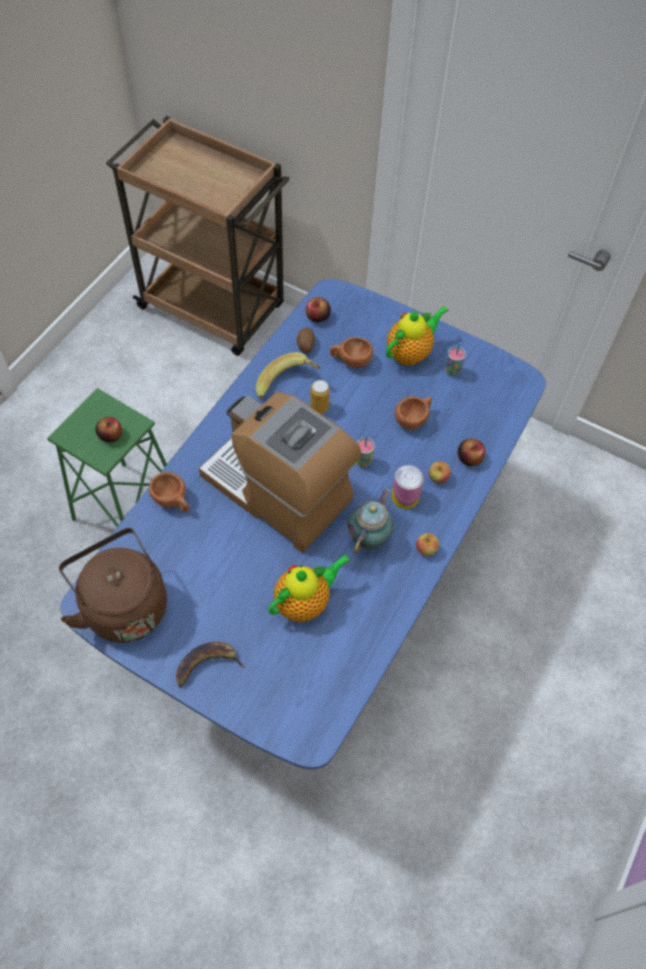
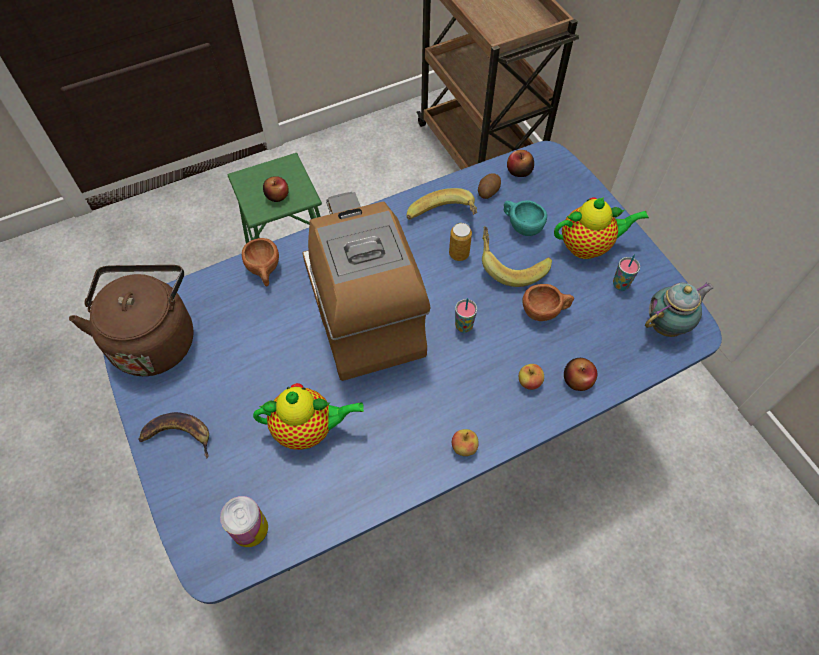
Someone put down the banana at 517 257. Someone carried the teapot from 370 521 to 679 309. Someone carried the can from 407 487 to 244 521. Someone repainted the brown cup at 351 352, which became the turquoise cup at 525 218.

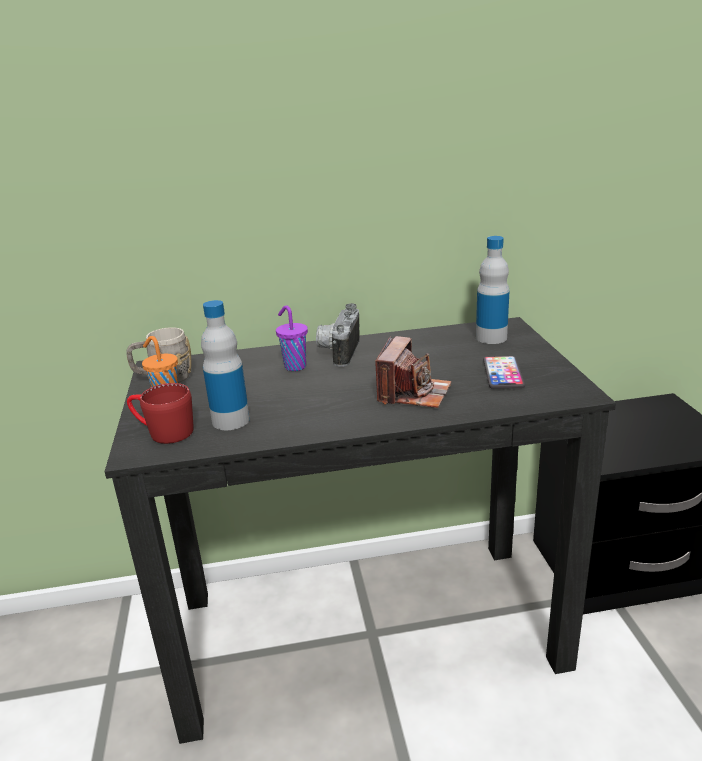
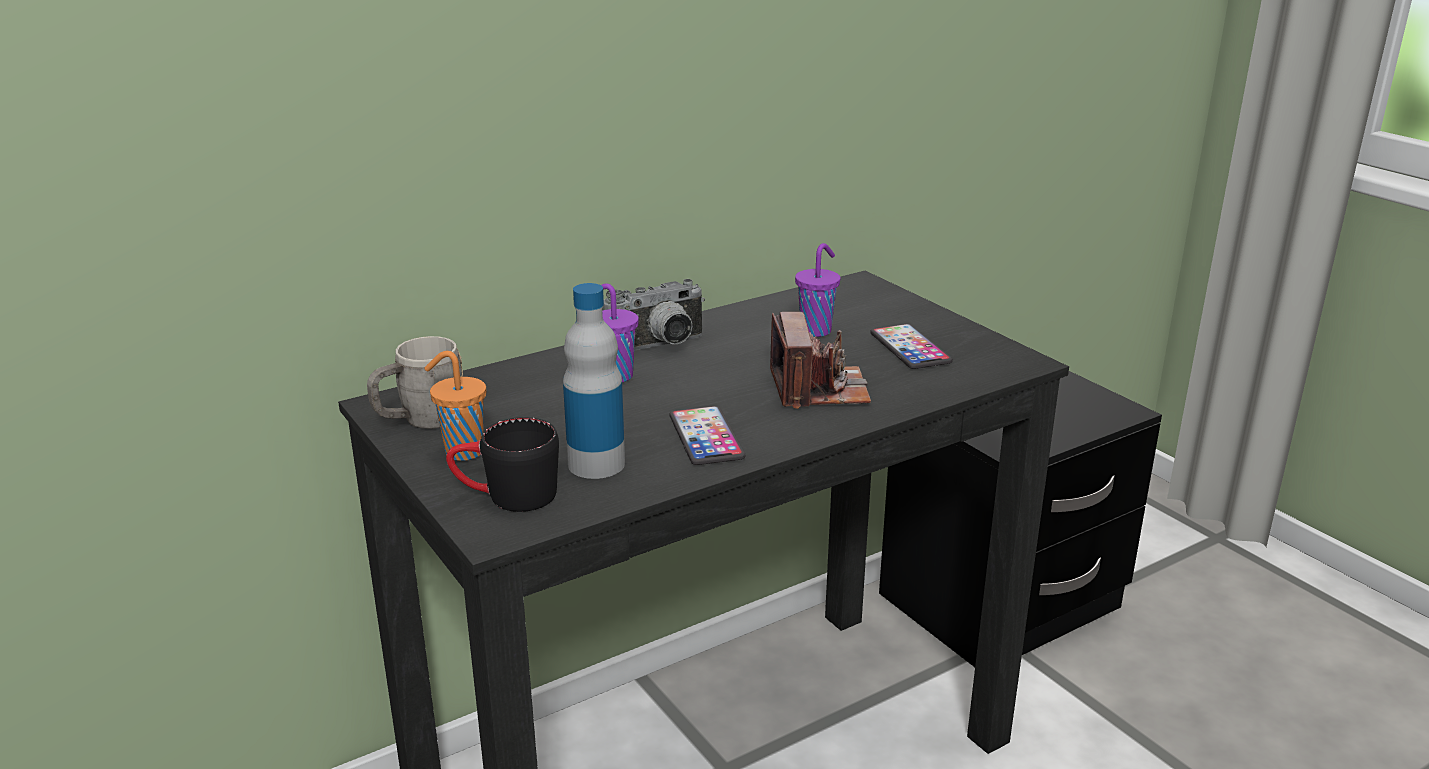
Someone took away the bottle at 493 290. Someone put down the phone at 707 435. Someone put down the purple cup at 817 290. Someone repainted the red mug at 160 413, which became the black mug at 502 464. Someone rotated the photo camera at 338 335 by 105 degrees counterclockwise.

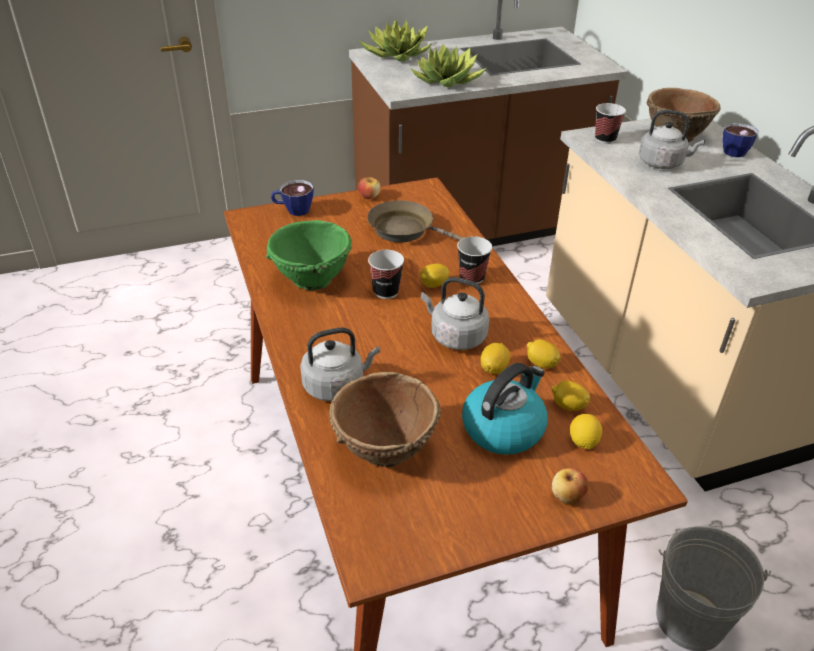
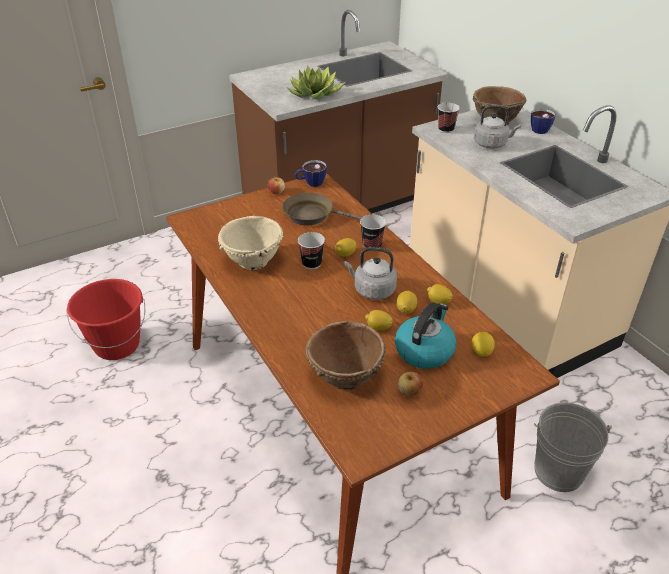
Someone took away the grey kettle at 340 364. Someone took away the potted plant at 395 40. Someone put down the red bucket at 105 319. Someone carried the cup from 292 198 to 311 173. Someone carried the lemon from 571 396 to 379 320. Someone carried the apple from 570 486 to 410 384. Someone repainted the green bowl at 309 255, which became the beige bowl at 251 243.

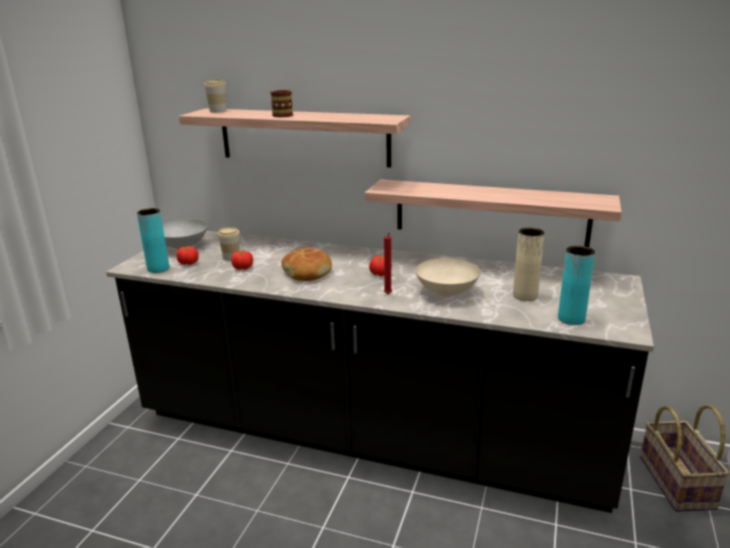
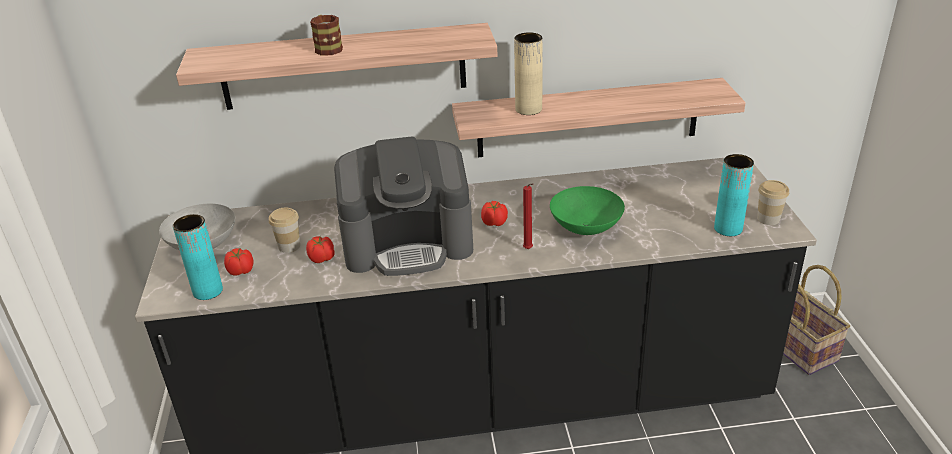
Someone carried the cup from 215 96 to 773 202. Someone carried the beige vase from 529 264 to 528 73. Someone swapped the bread at 307 264 for the coffee machine at 403 206. Someone repainted the beige bowl at 447 277, which became the green bowl at 587 210.

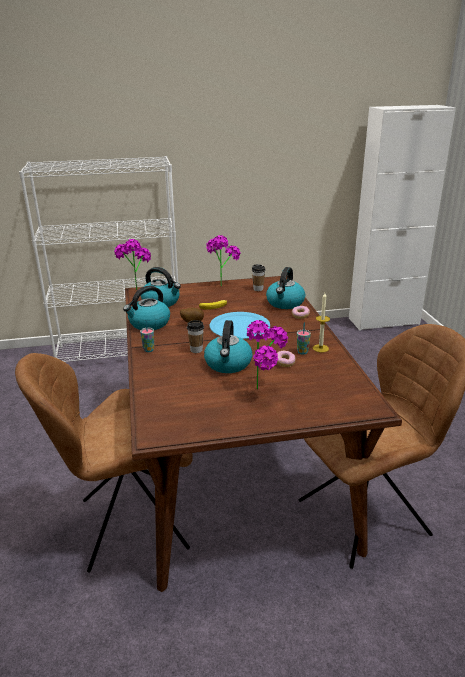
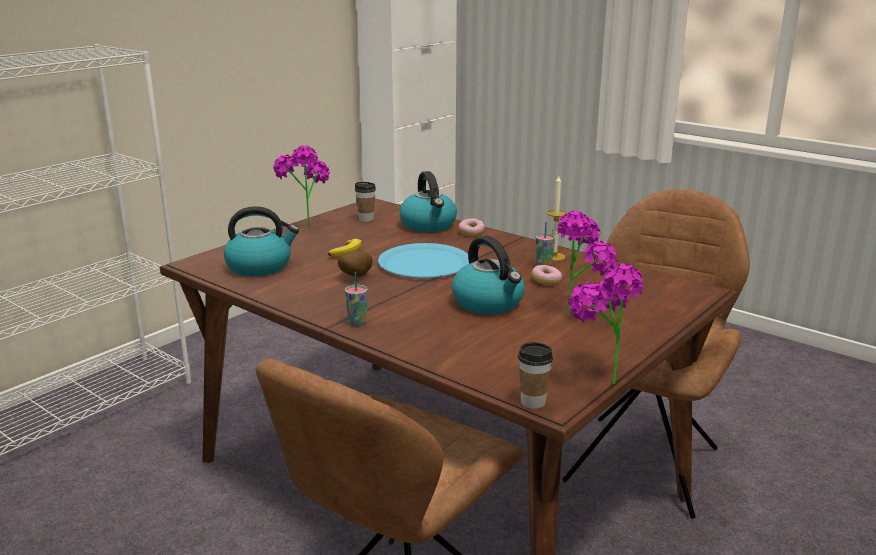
Someone took away the kettle at 146 308. Someone carried the potted plant from 132 264 to 606 323. Someone carried the cup from 195 336 to 535 375.

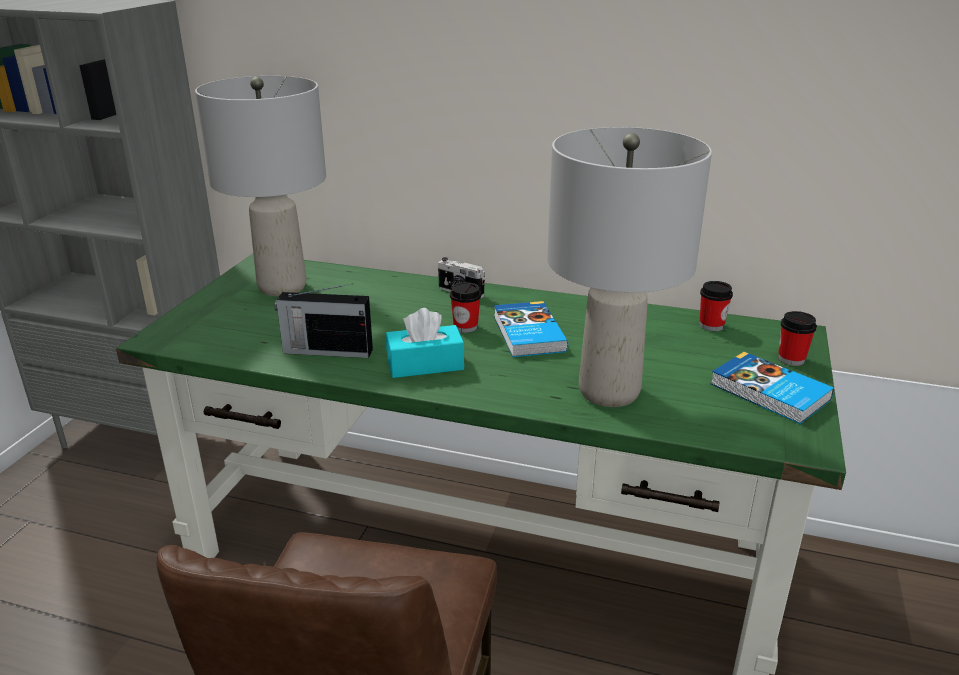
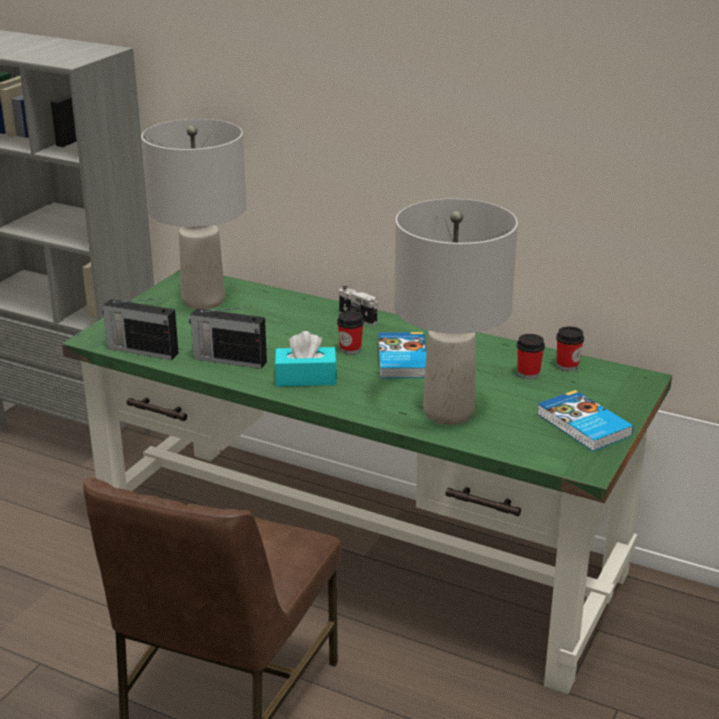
Someone put down the radio at 140 329. Someone carried the cup from 797 338 to 531 356.

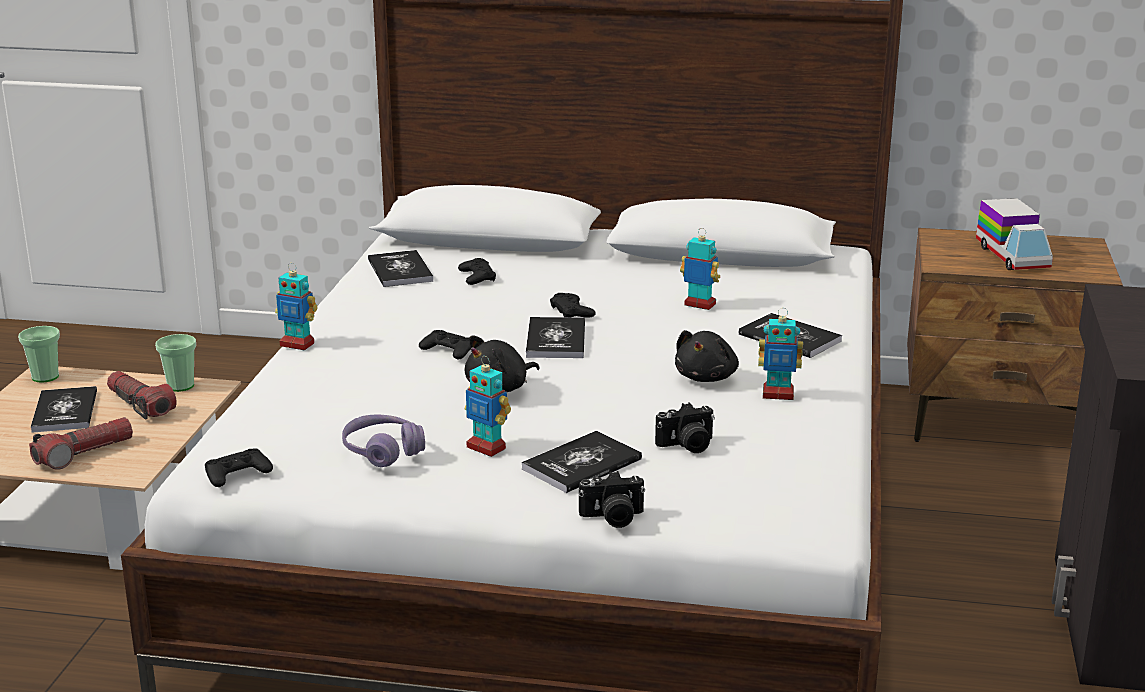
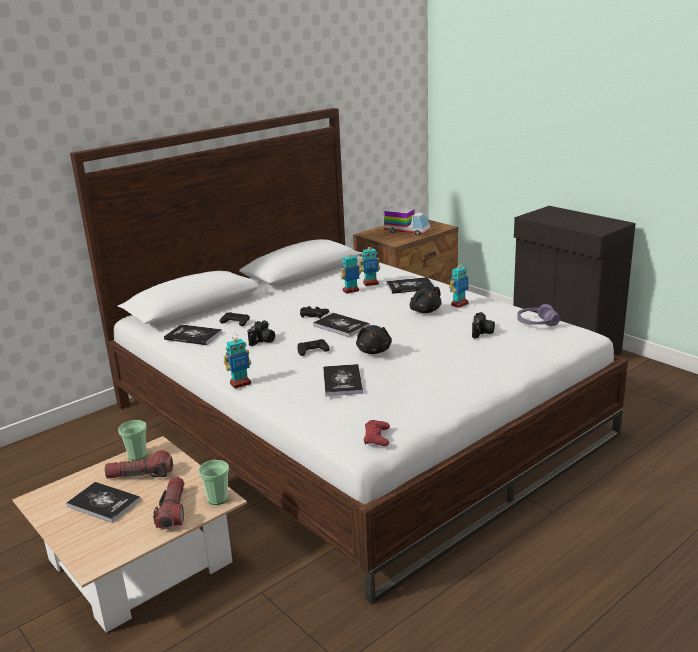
Someone carried the cup from 39 354 to 213 482. Someone carried the purple headphones from 383 441 to 538 315. Someone carried the toy robot from 487 406 to 370 264. Someone carried the book from 582 462 to 343 380. Someone carried the photo camera from 612 499 to 261 333. Someone repainted the black game controller at 239 468, which became the red game controller at 377 433.

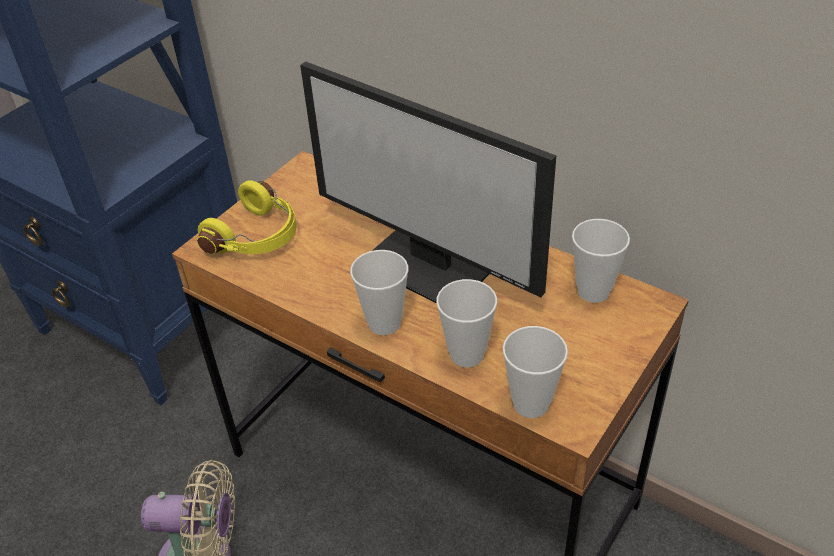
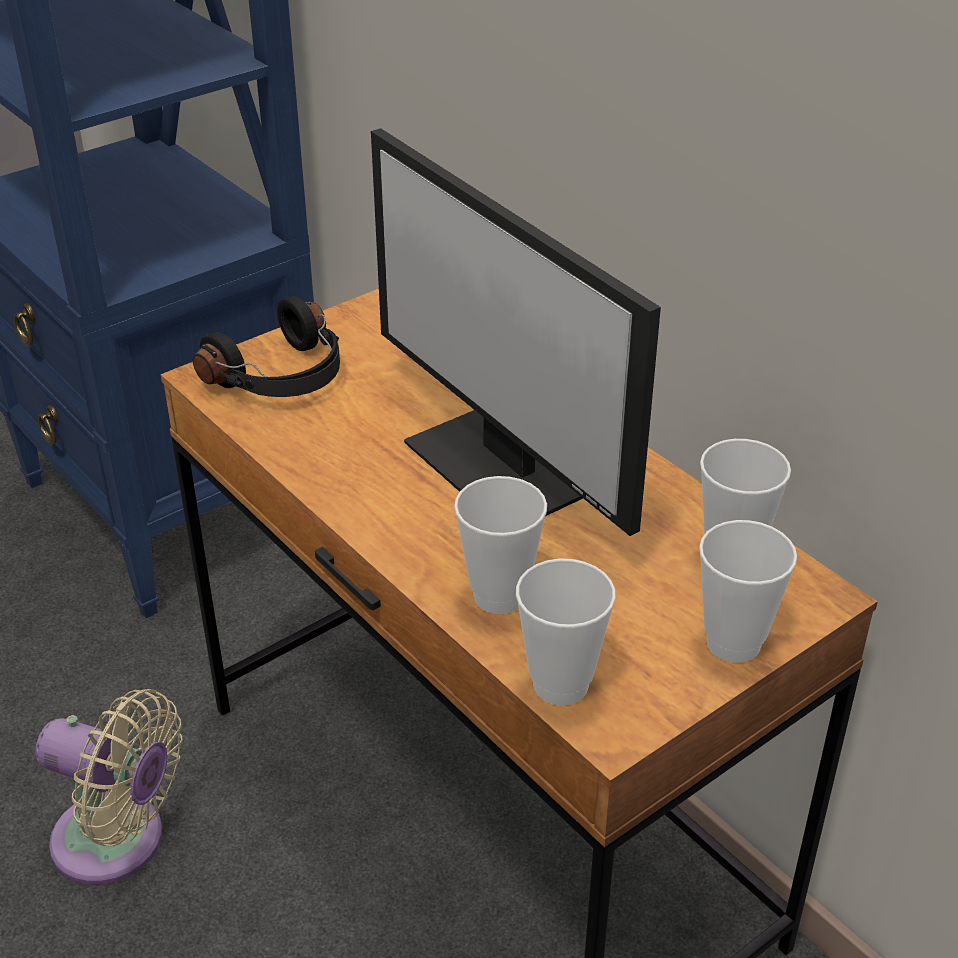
Someone carried the cup from 379 292 to 748 591. Someone repainted the yellow headphones at 246 217, which became the black headphones at 266 346.

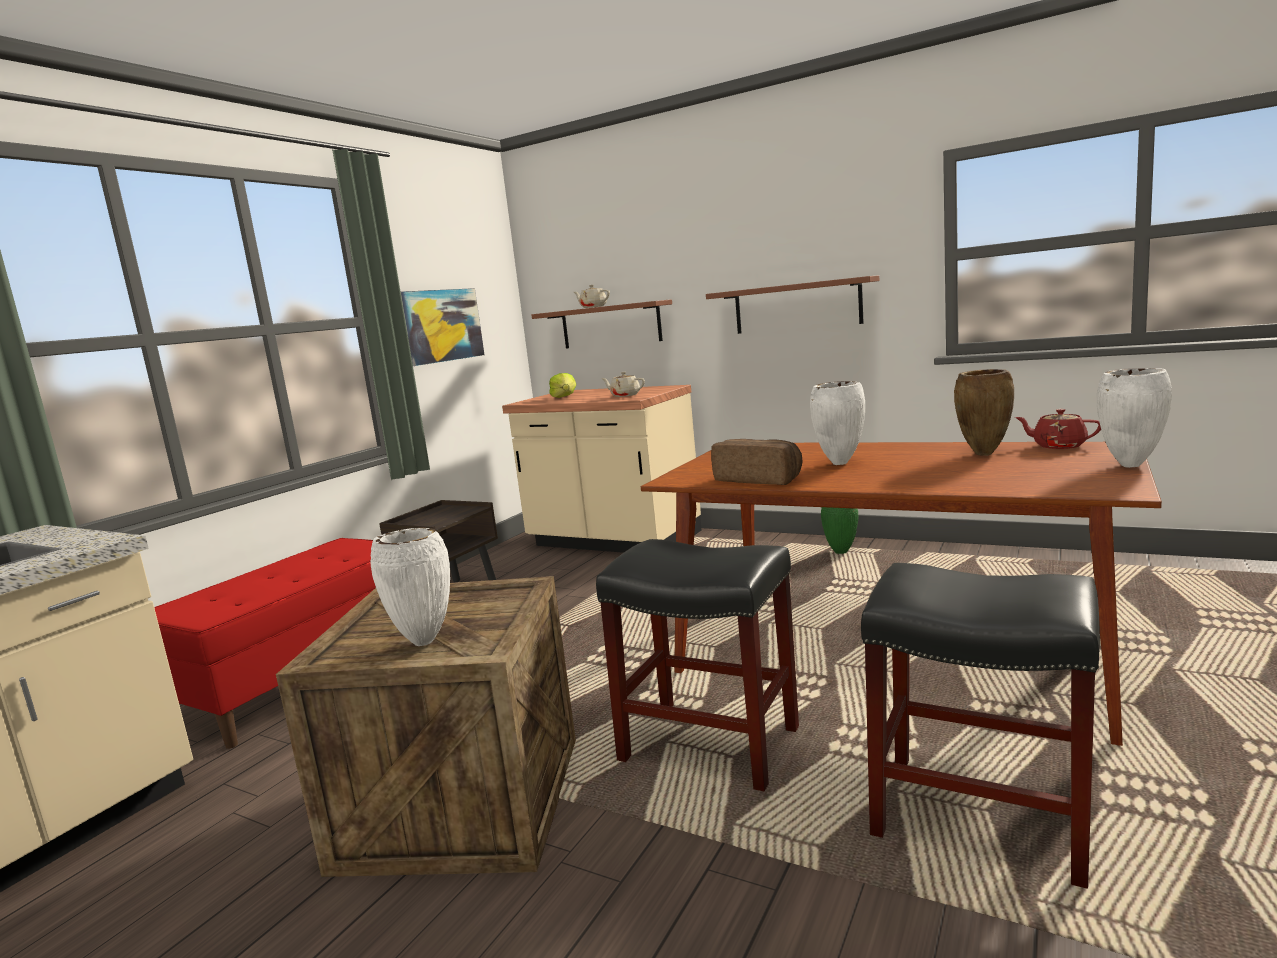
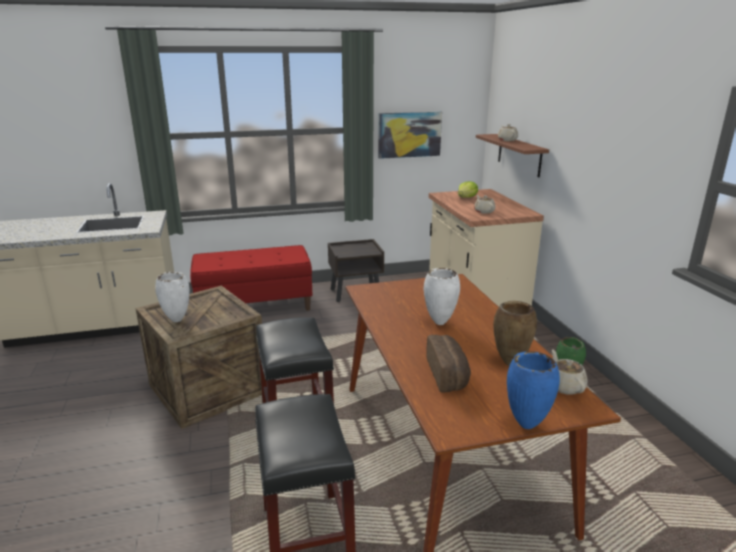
Someone took away the brown shelf at 792 304. Someone carried the bread from 756 462 to 448 364. Someone repainted the red teapot at 1058 429, which became the beige teapot at 570 372. Someone repainted the white vase at 1134 418, which became the blue vase at 533 390.

